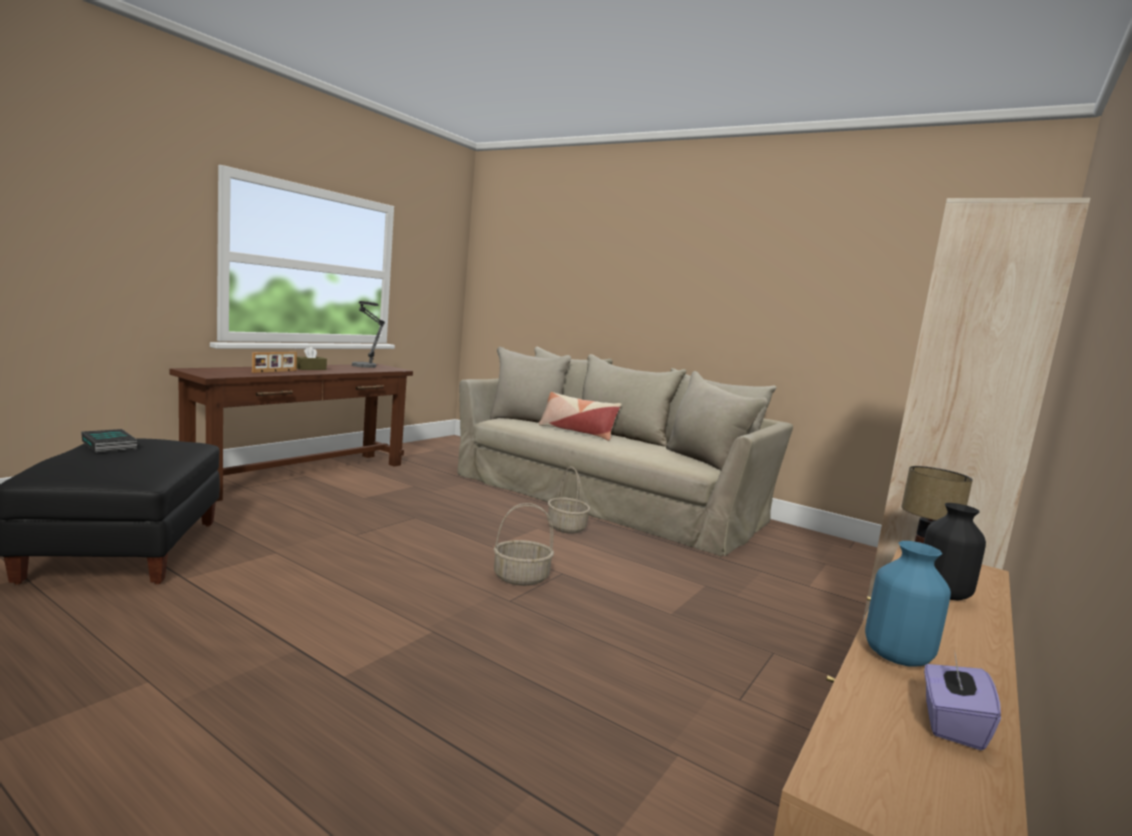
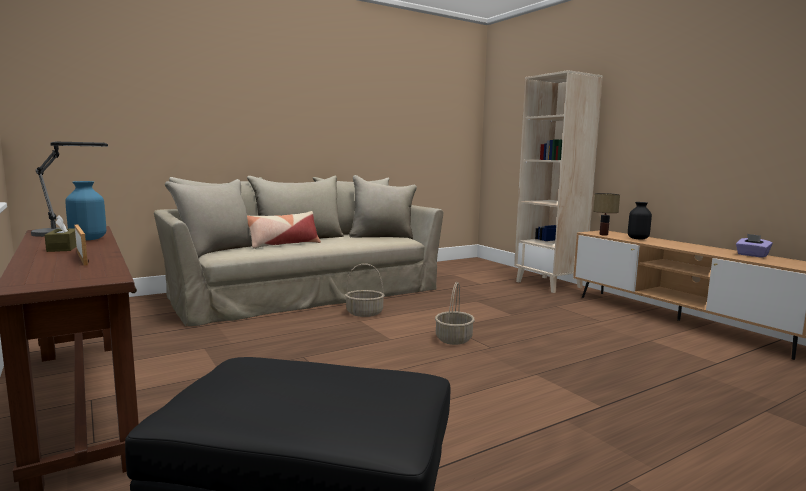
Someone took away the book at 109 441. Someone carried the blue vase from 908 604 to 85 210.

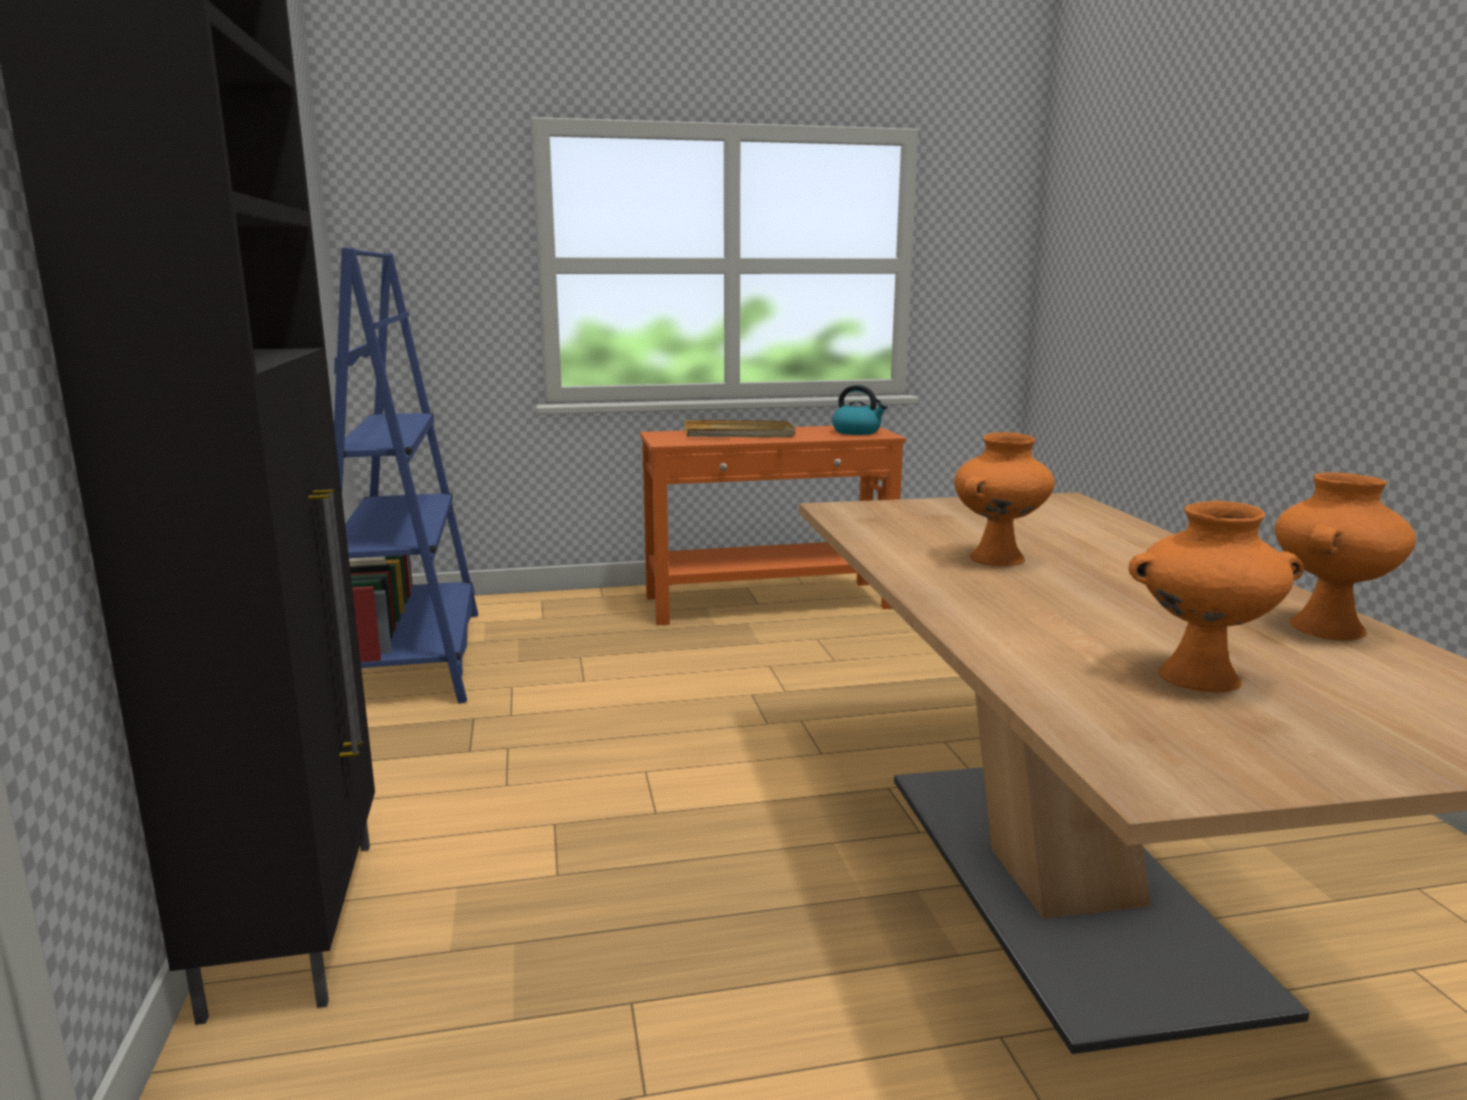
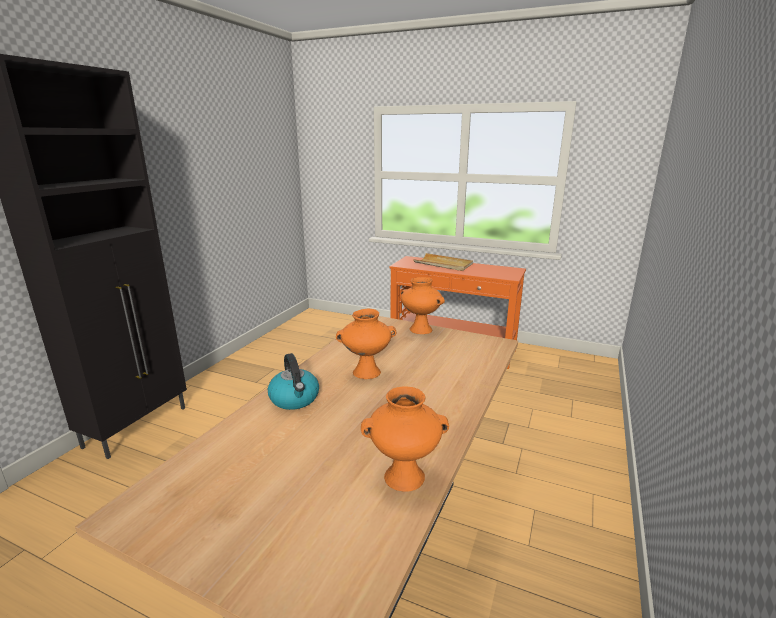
Someone took away the blue bookcase at 406 475. Someone carried the kettle from 860 410 to 293 381. Someone carried the orange vase from 1216 596 to 423 305.

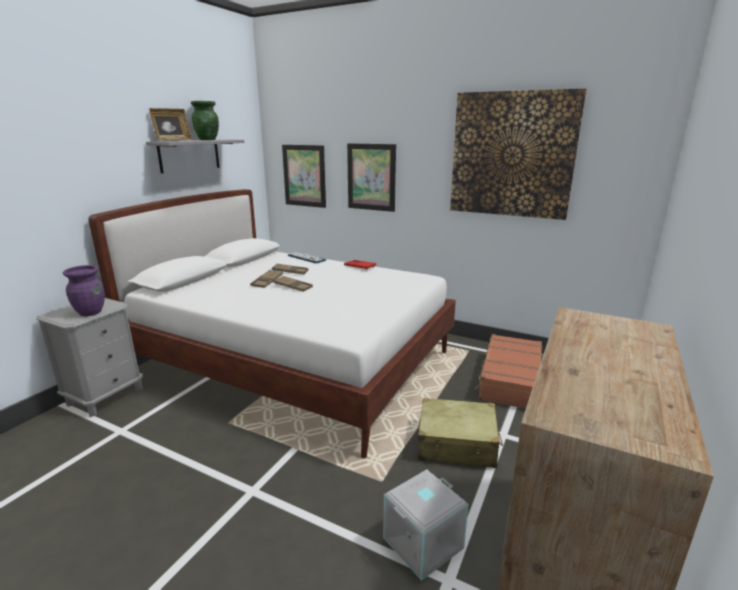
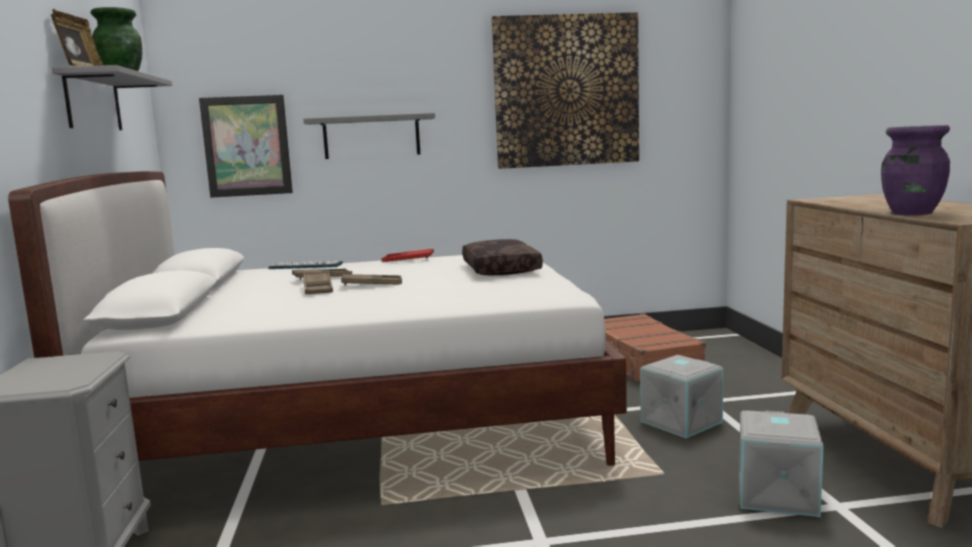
Someone put down the brown pillow at 502 257. Someone carried the purple vase from 84 290 to 915 170. Someone swapped the picture at 371 177 for the grey shelf at 369 136. Someone swapped the beige suitcase at 460 433 for the grey storage box at 682 397.

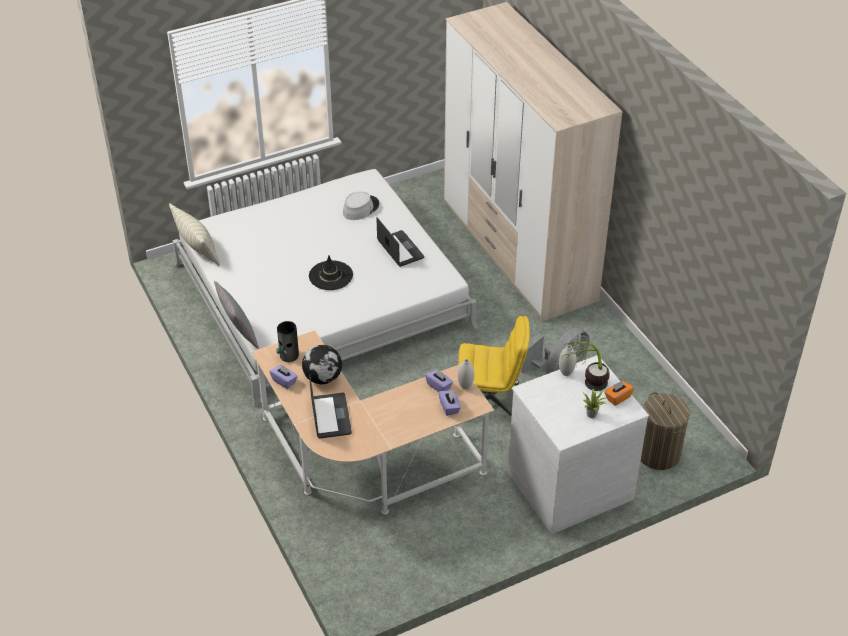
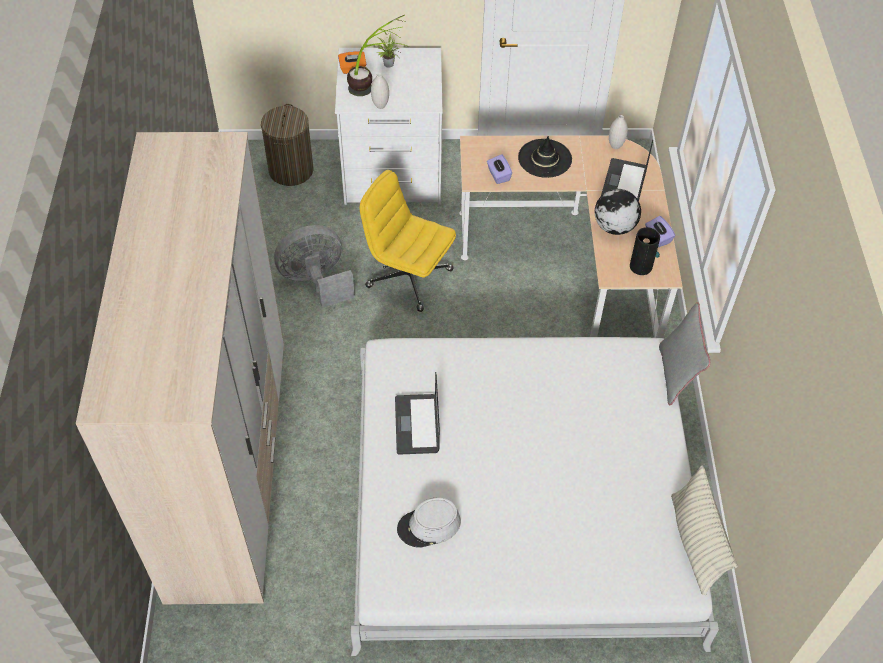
Someone took away the purple tissue box at 449 403. Someone carried the black hat from 331 272 to 545 157. Someone carried the white vase from 466 374 to 618 132.

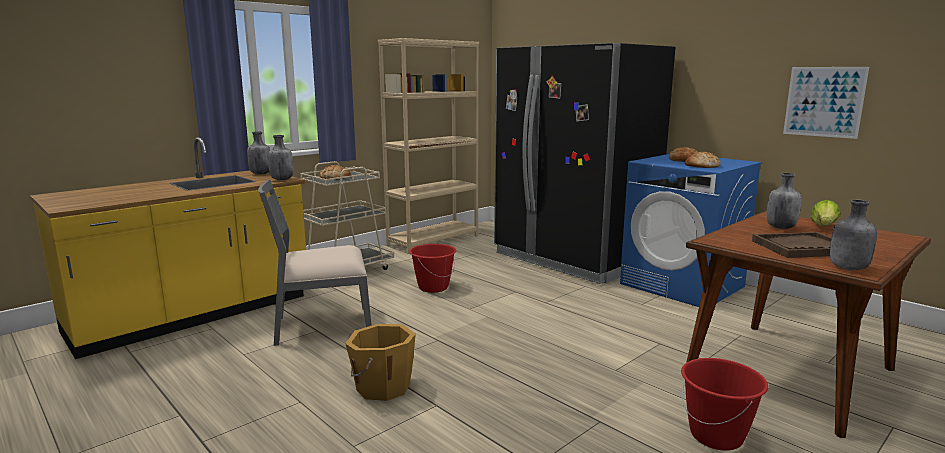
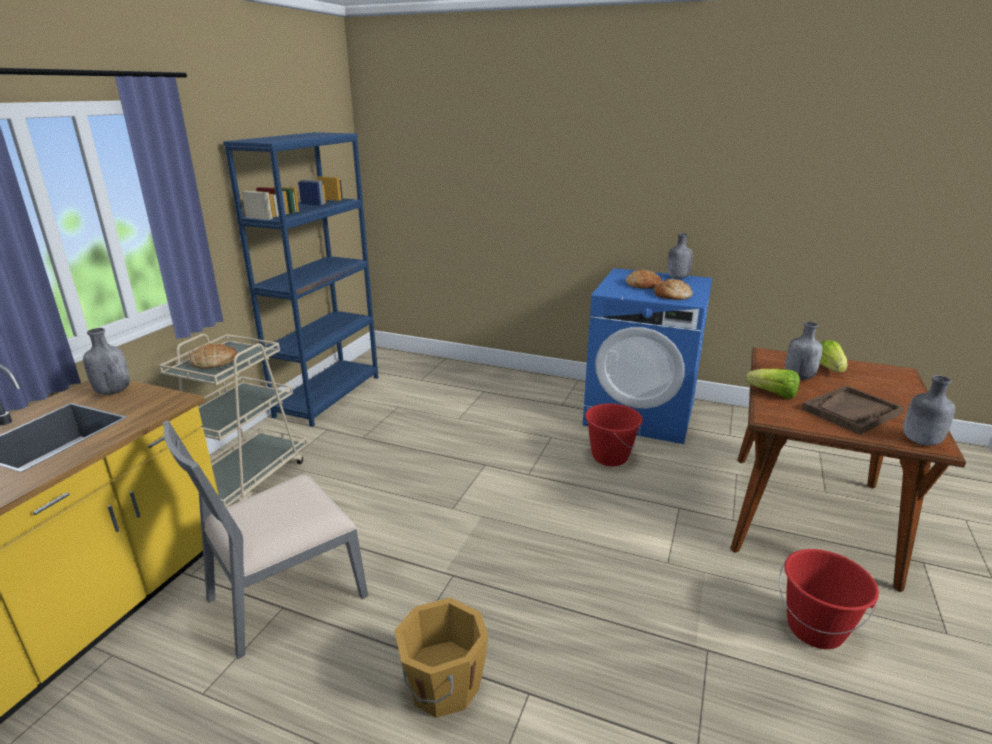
Someone took away the black fridge at 584 163. Someone took away the picture at 826 103. Someone put down the lettuce at 773 384. Someone carried the grey bottle from 280 157 to 680 256. Someone carried the red bucket from 432 268 to 614 434. Someone repainted the beige bookcase at 428 146, which became the blue bookcase at 301 279.

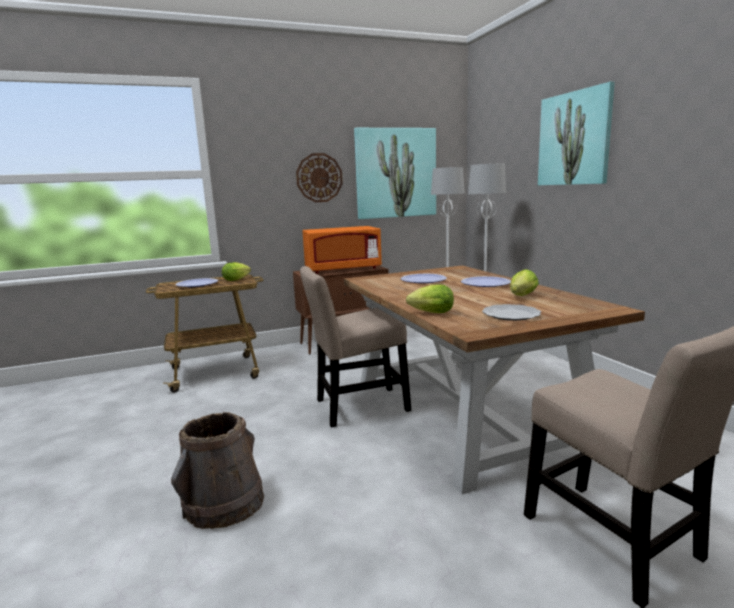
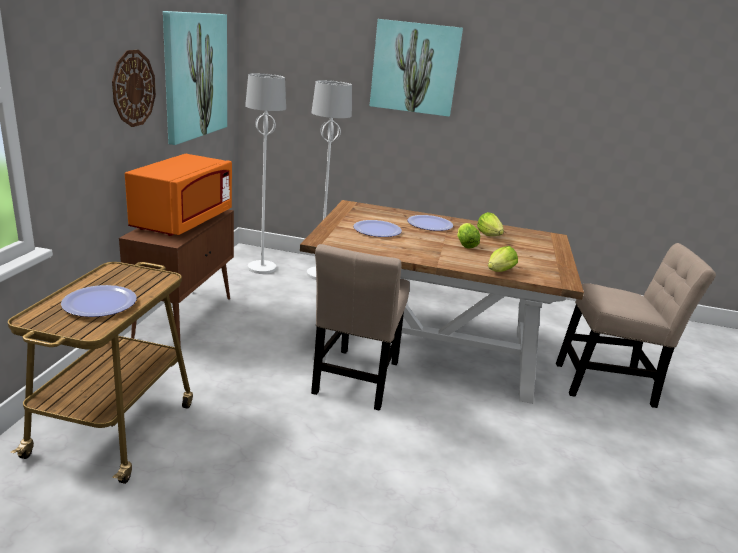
Someone took away the brown bucket at 217 470. Someone took away the plate at 511 312. Someone carried the lettuce from 236 271 to 468 236.

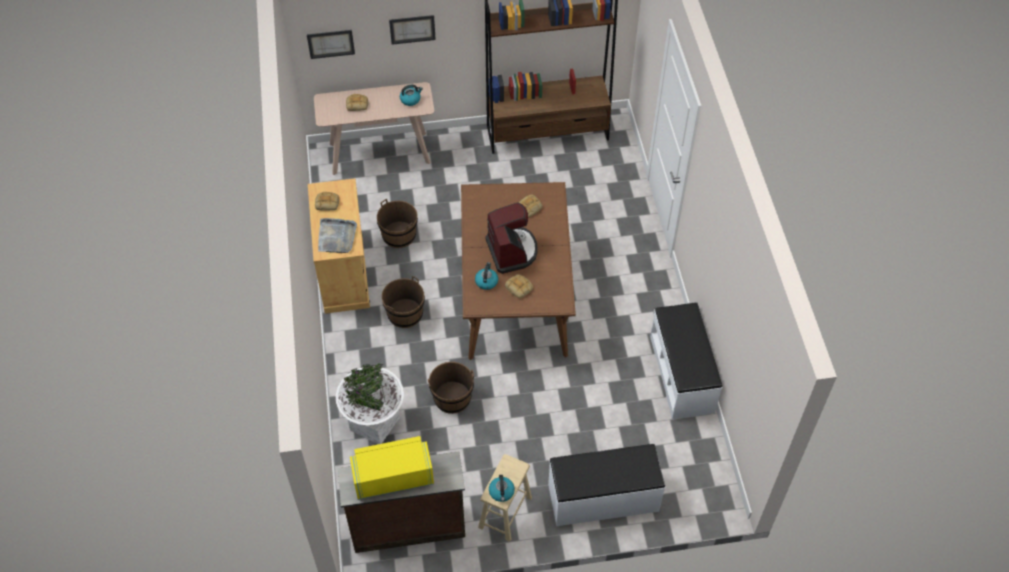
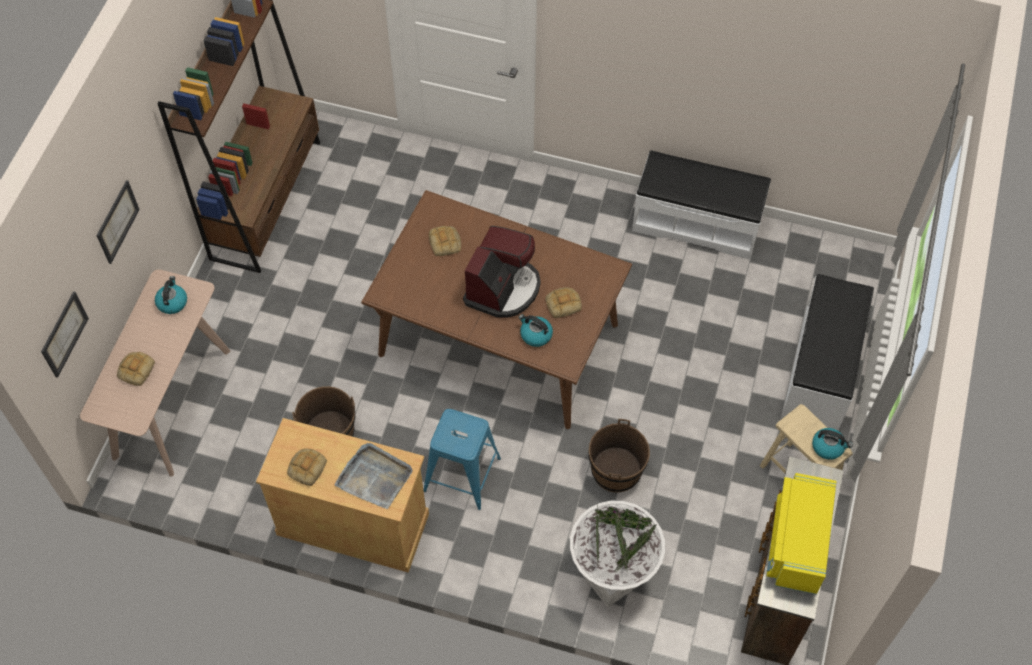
Someone swapped the brown bucket at 403 302 for the blue stool at 462 459. Someone rotated the coffee machine at 512 238 by 105 degrees clockwise.

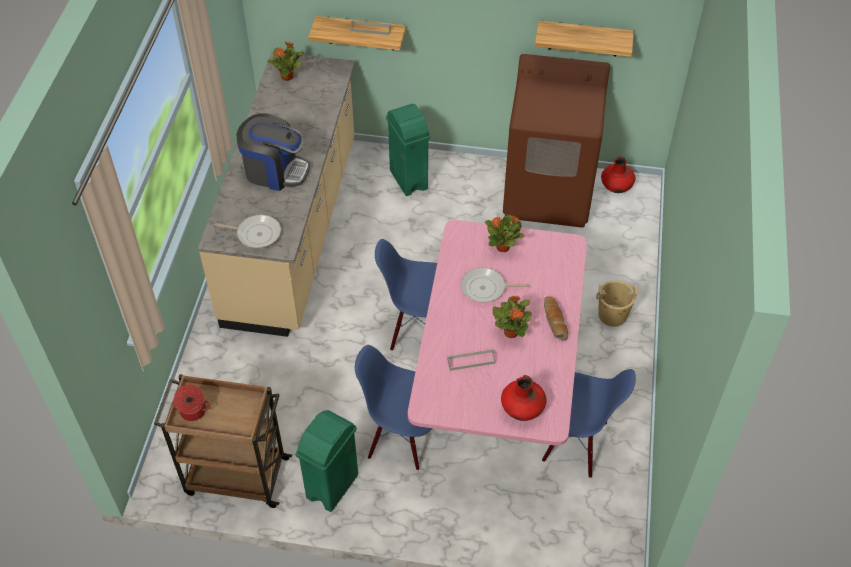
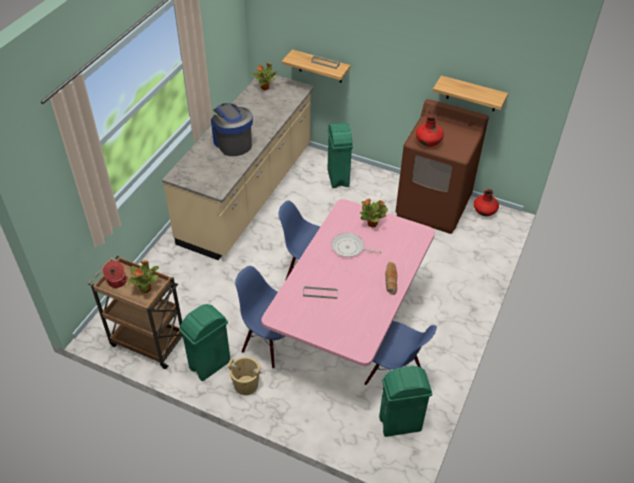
Someone took away the frying pan at 248 231. Someone put down the green trash can at 406 401. Someone carried the potted plant from 512 316 to 143 276. Someone carried the red vase from 524 398 to 430 131. Someone carried the beige bucket from 617 303 to 244 376. Someone rotated the coffee machine at 273 152 by 150 degrees counterclockwise.

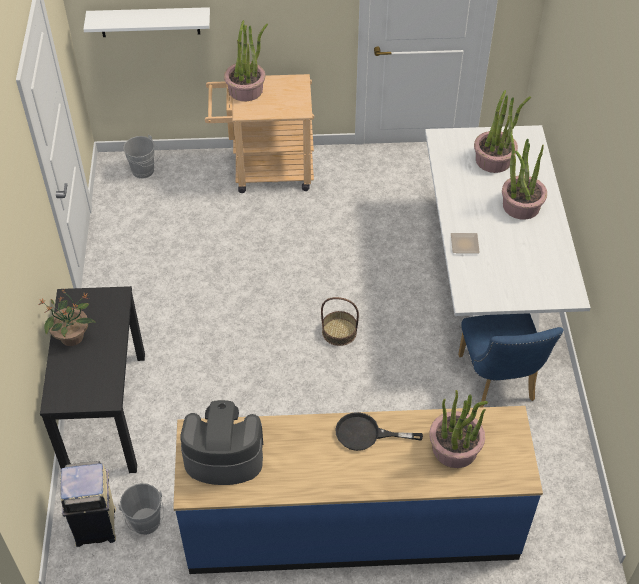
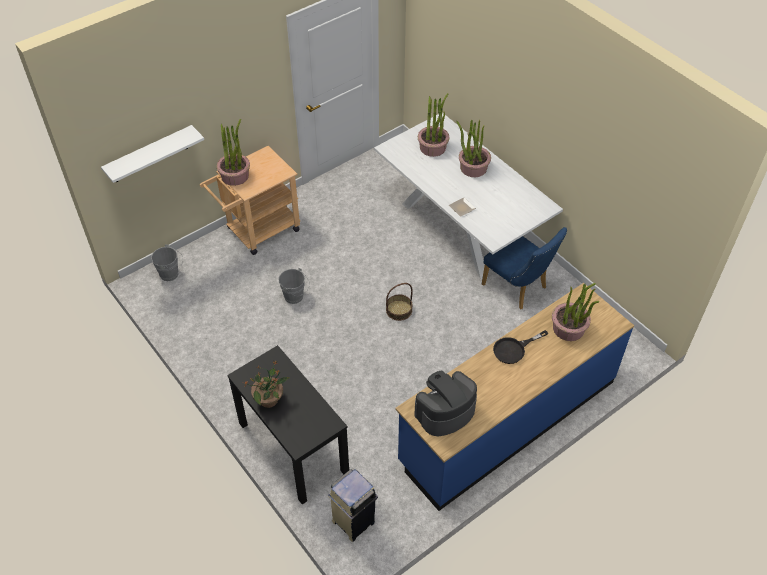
Someone carried the grey bucket from 141 509 to 294 286.

